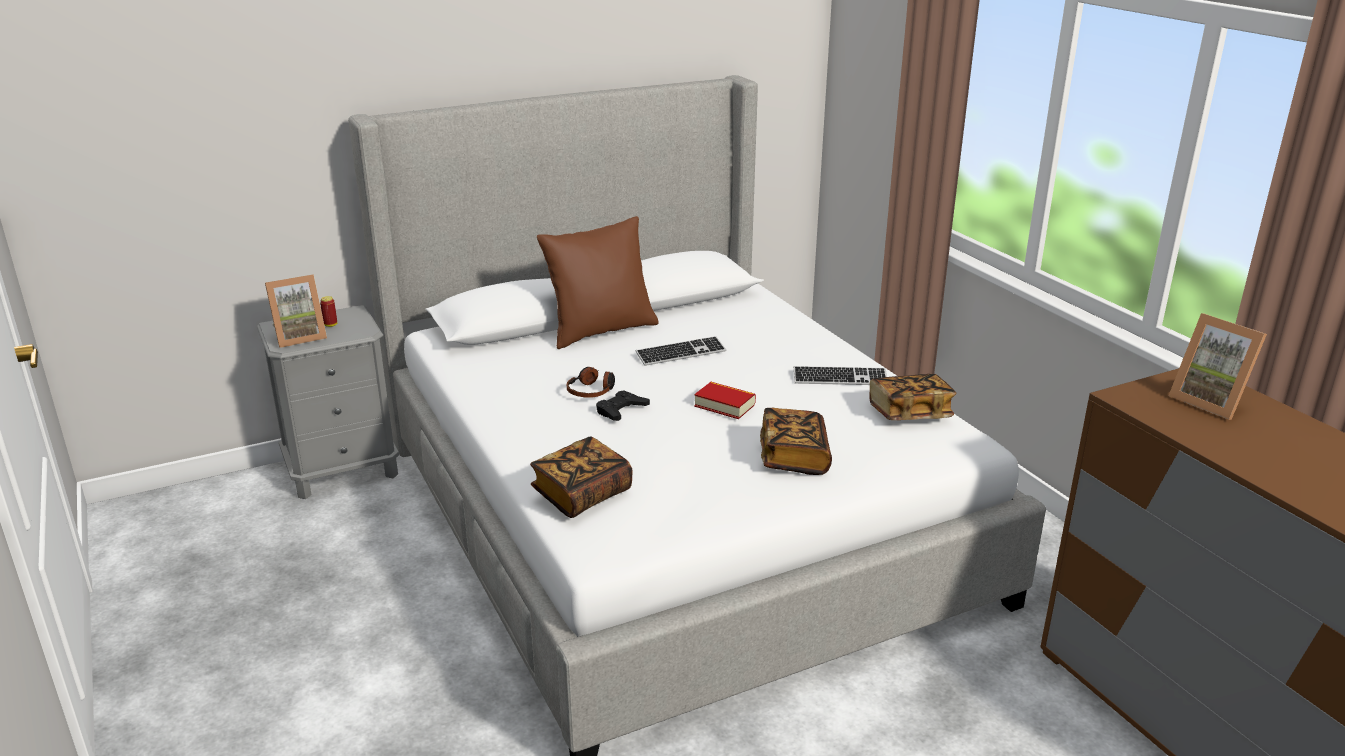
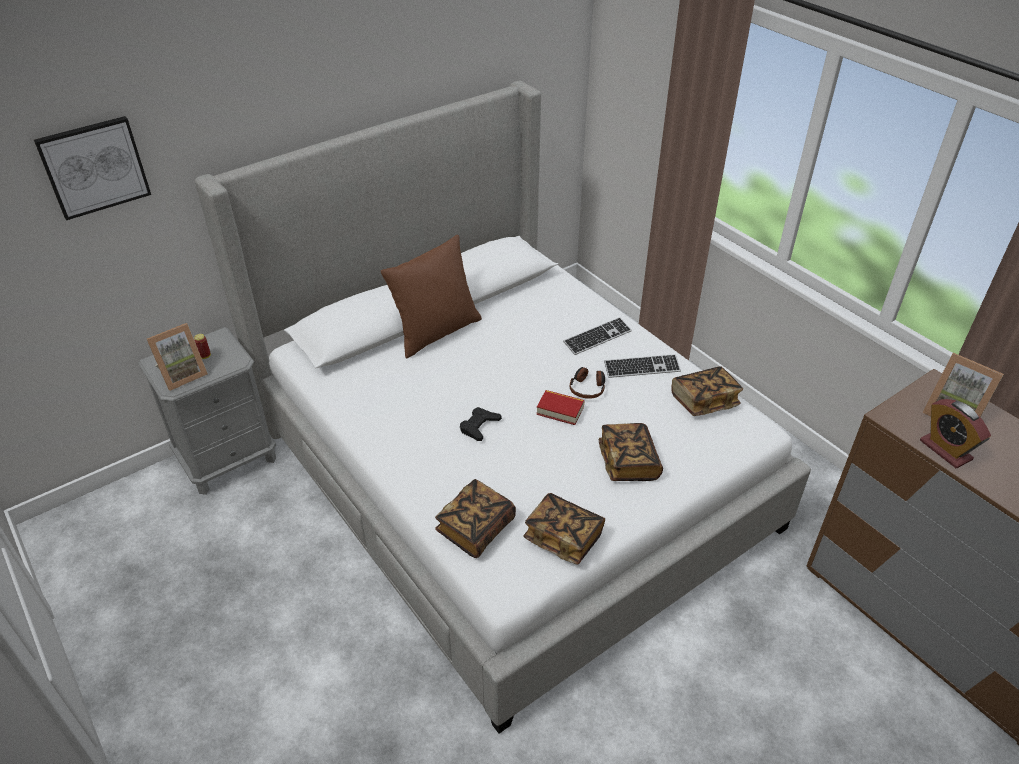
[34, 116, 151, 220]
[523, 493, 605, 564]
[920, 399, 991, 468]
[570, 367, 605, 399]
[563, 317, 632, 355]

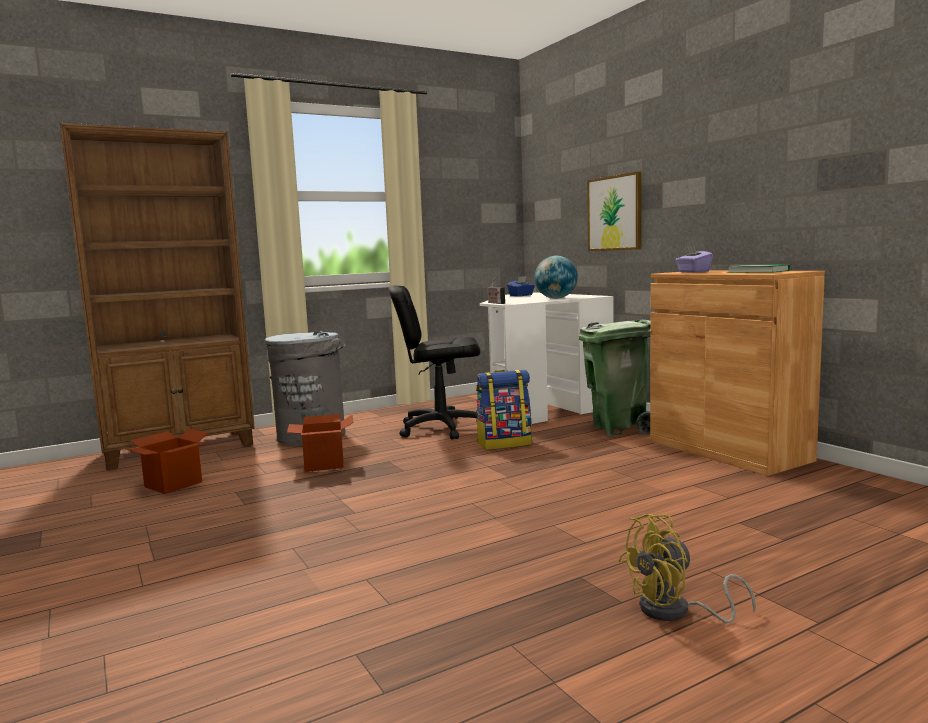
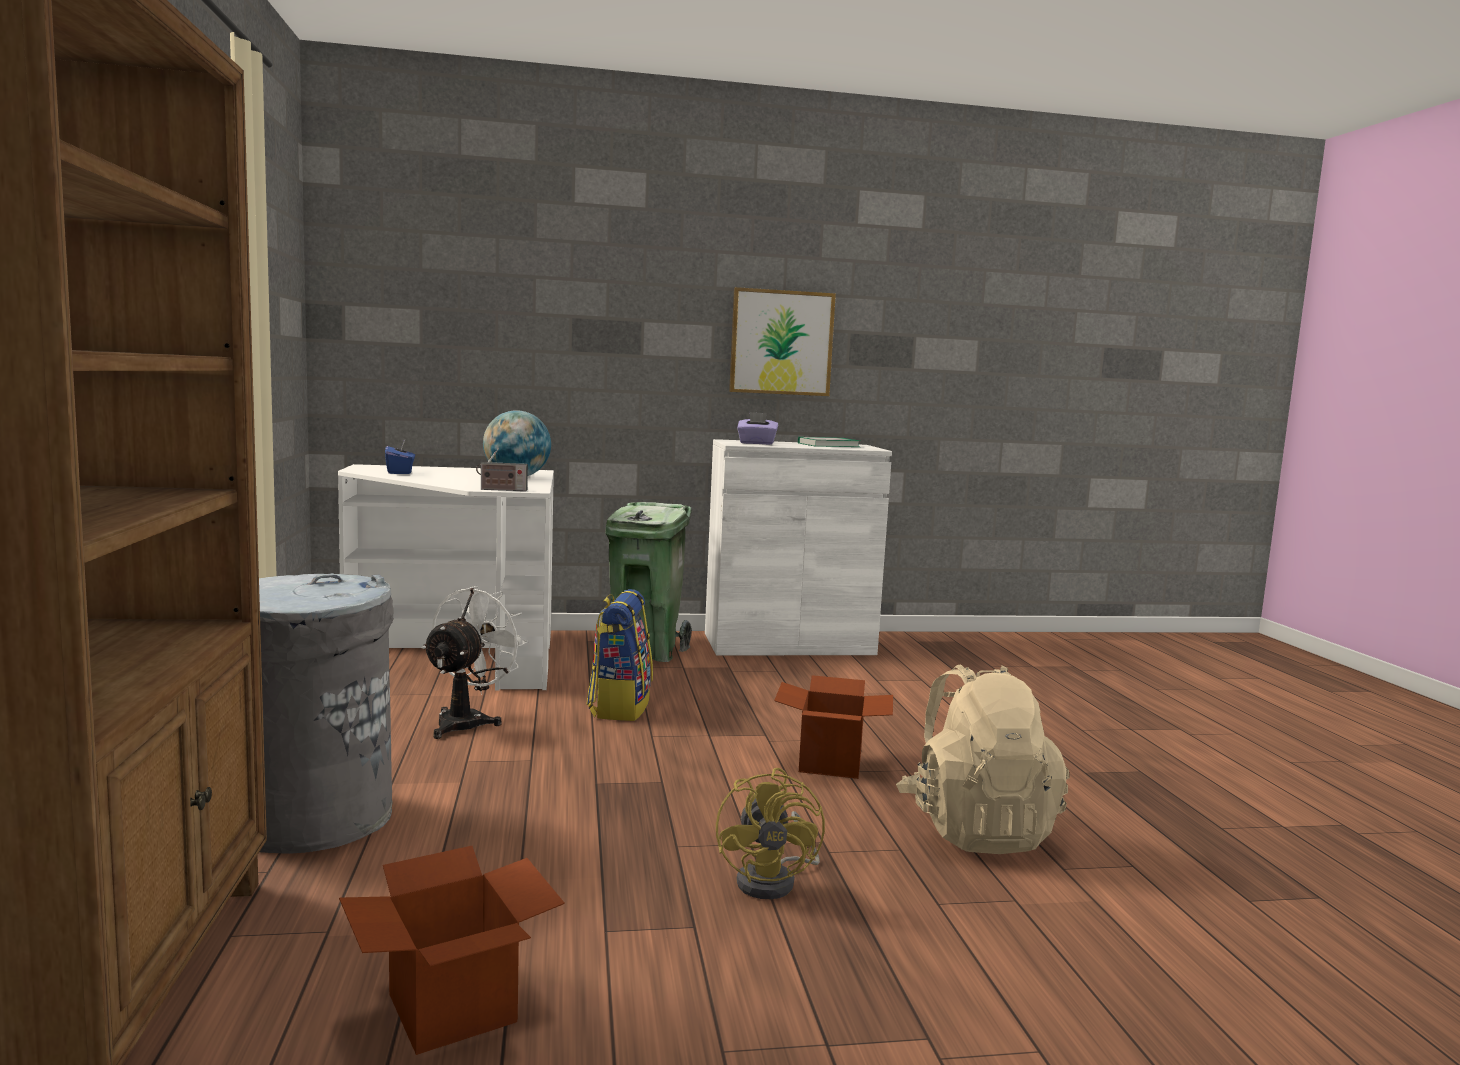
[896, 665, 1069, 854]
[774, 675, 893, 779]
[729, 287, 836, 396]
[716, 768, 825, 899]
[422, 586, 528, 739]
[705, 439, 892, 655]

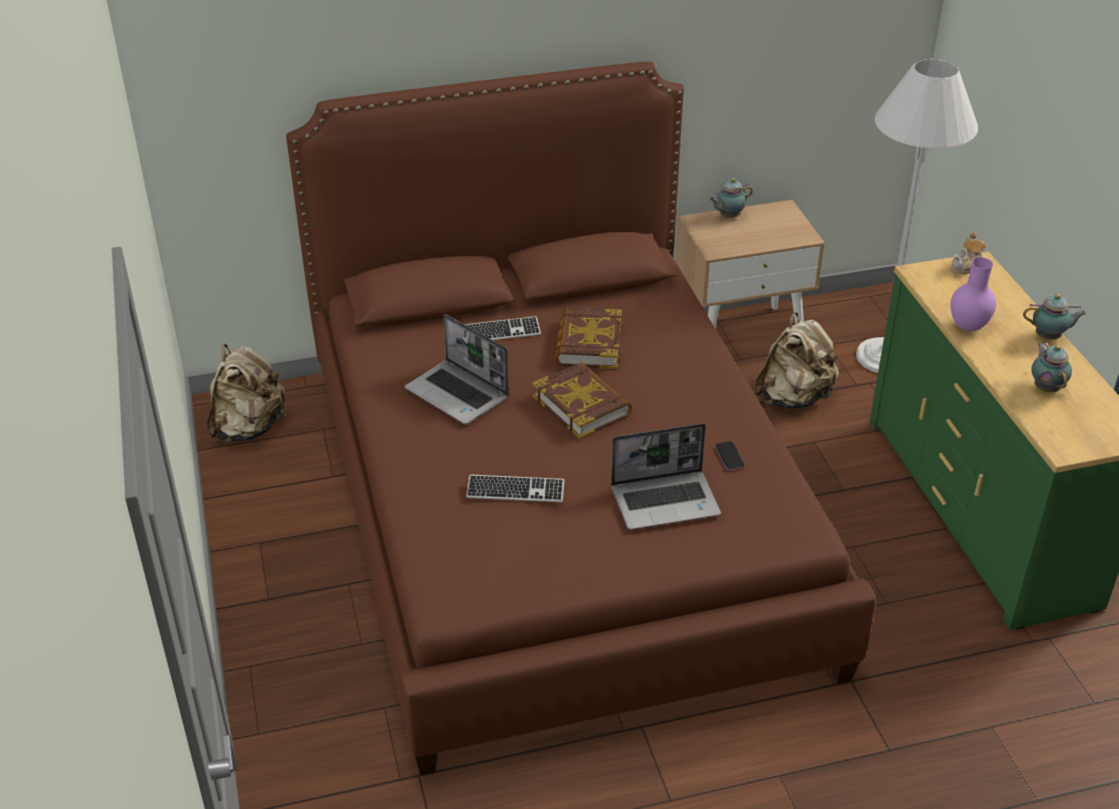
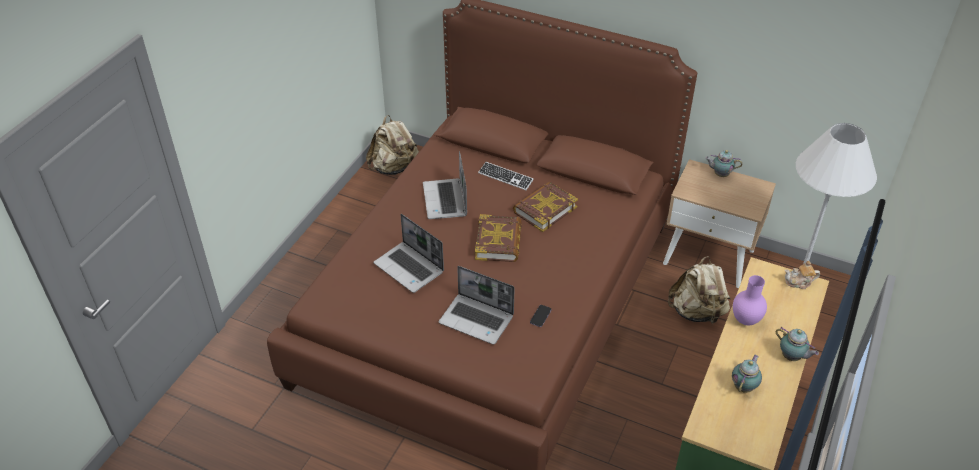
[373, 214, 444, 293]

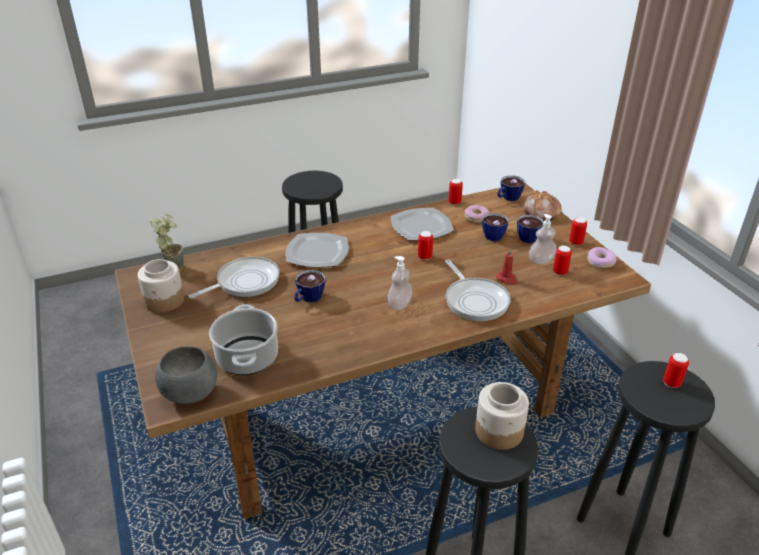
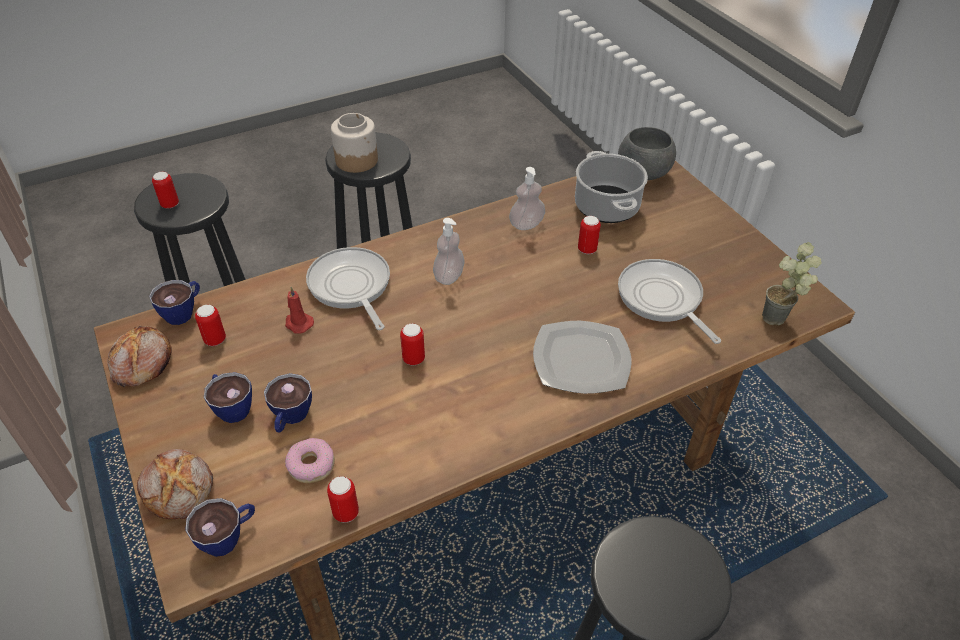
[138, 259, 184, 313] (first image)
[390, 208, 454, 240] (first image)
[149, 280, 200, 325]
[509, 167, 545, 230]
[578, 216, 601, 254]
[107, 325, 172, 388]
[618, 259, 721, 344]

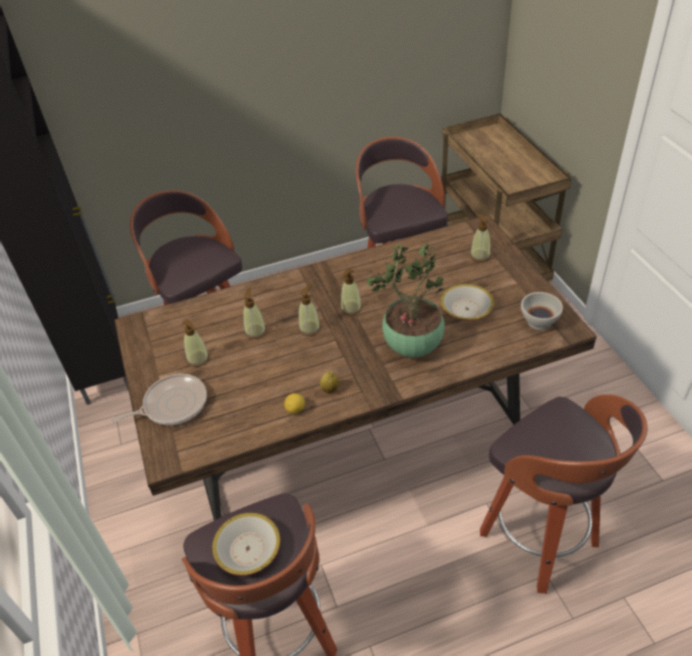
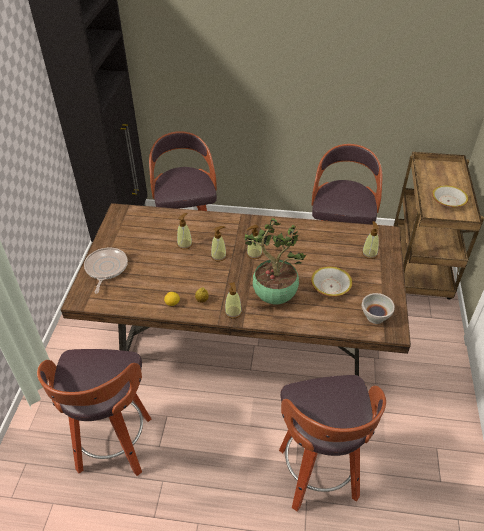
[225, 282, 242, 319]
[432, 185, 469, 208]
[84, 247, 128, 294]

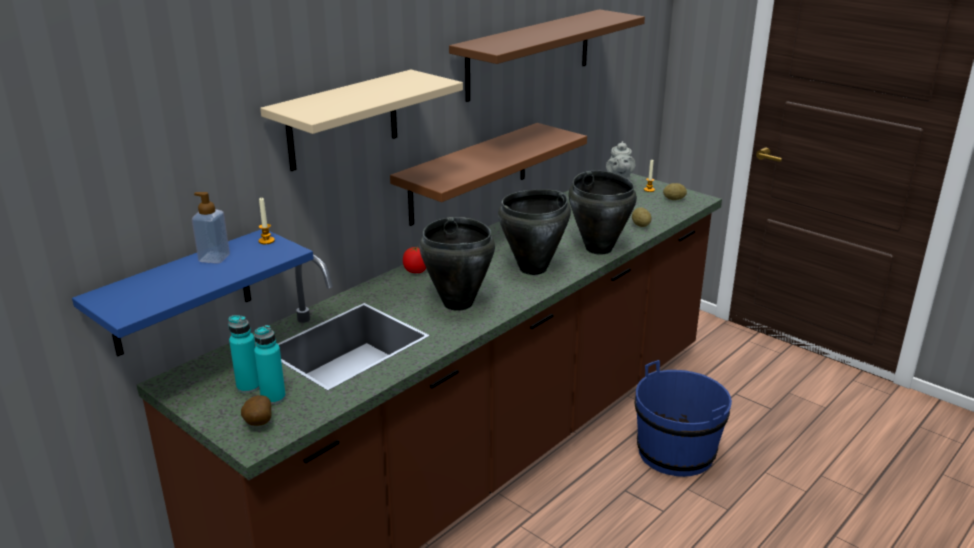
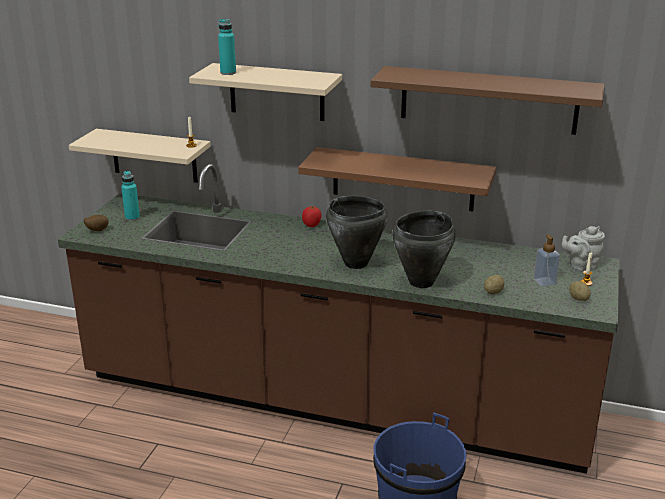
[419, 217, 495, 311] (first image)
[534, 234, 560, 286]
[218, 19, 236, 75]
[69, 129, 211, 183]

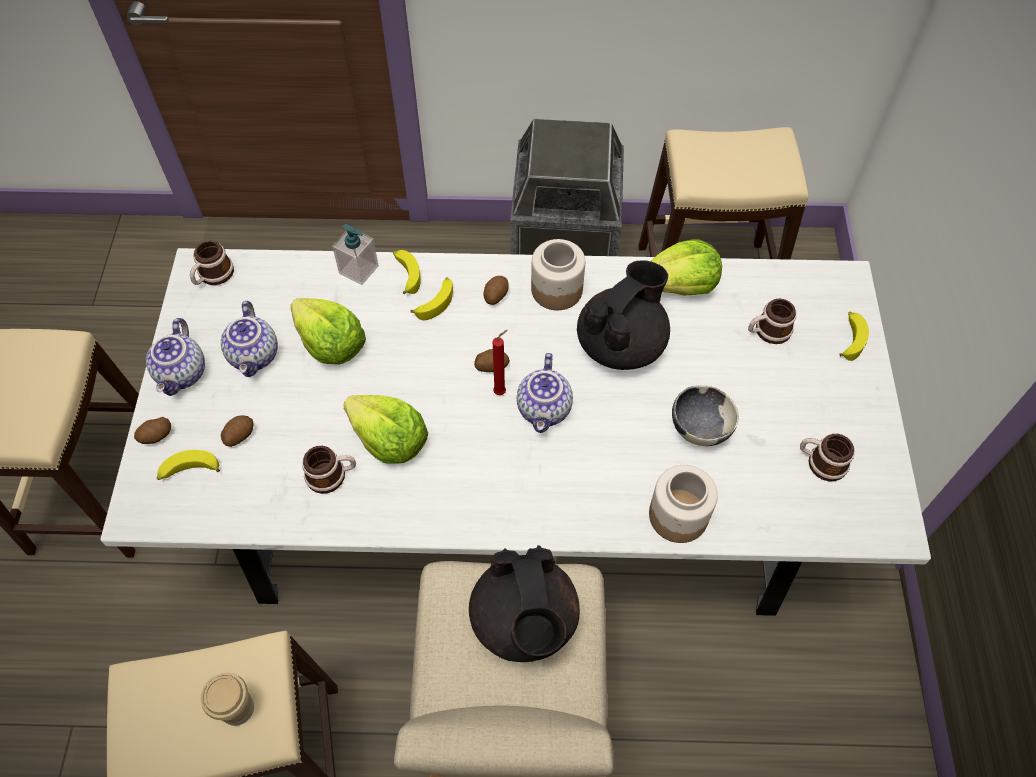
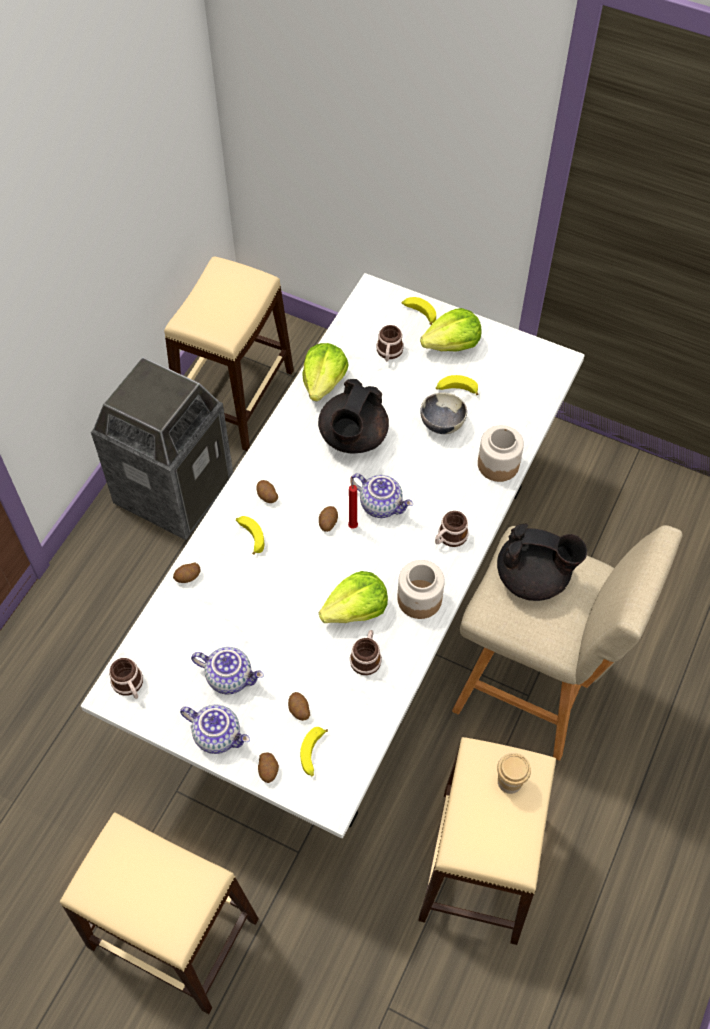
[420, 308, 481, 352]
[436, 375, 478, 395]
[397, 560, 445, 619]
[435, 511, 469, 547]
[173, 562, 201, 583]
[318, 379, 389, 454]

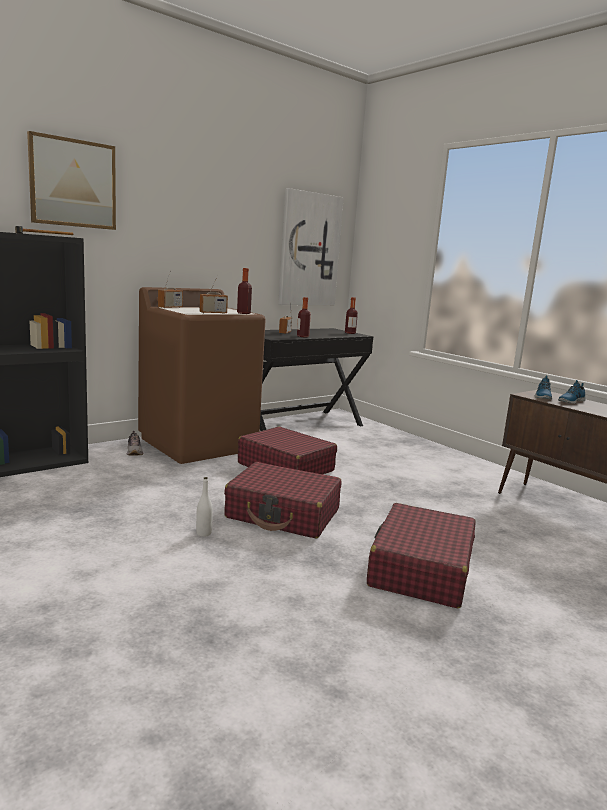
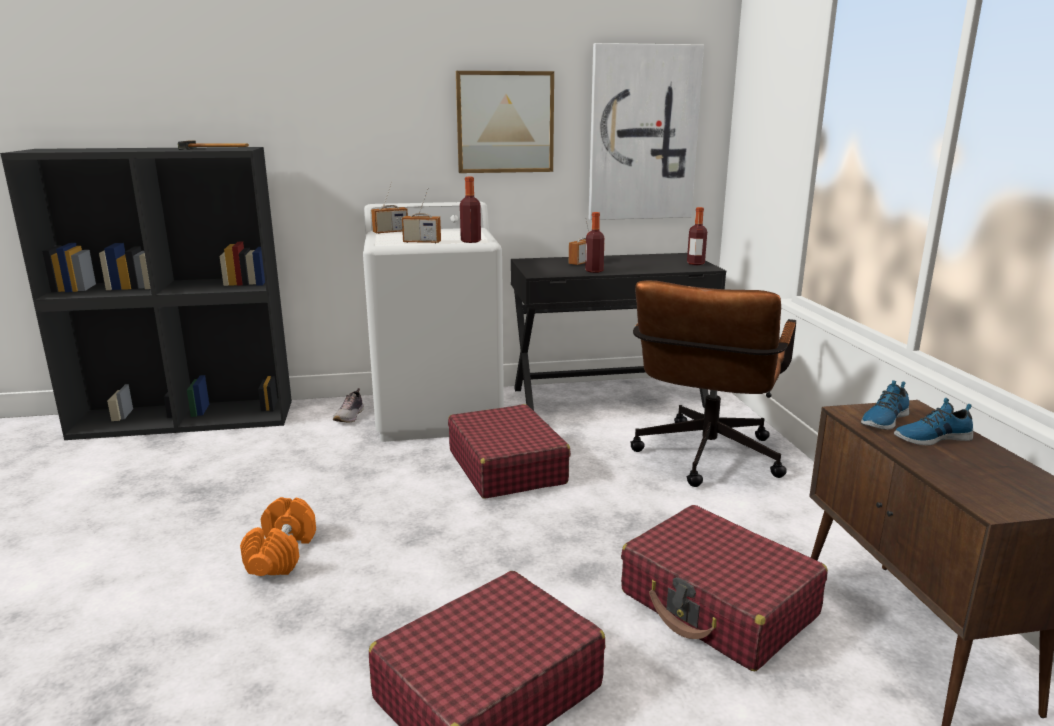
[630, 280, 796, 487]
[456, 71, 554, 173]
[621, 505, 828, 671]
[240, 497, 316, 576]
[363, 202, 504, 442]

